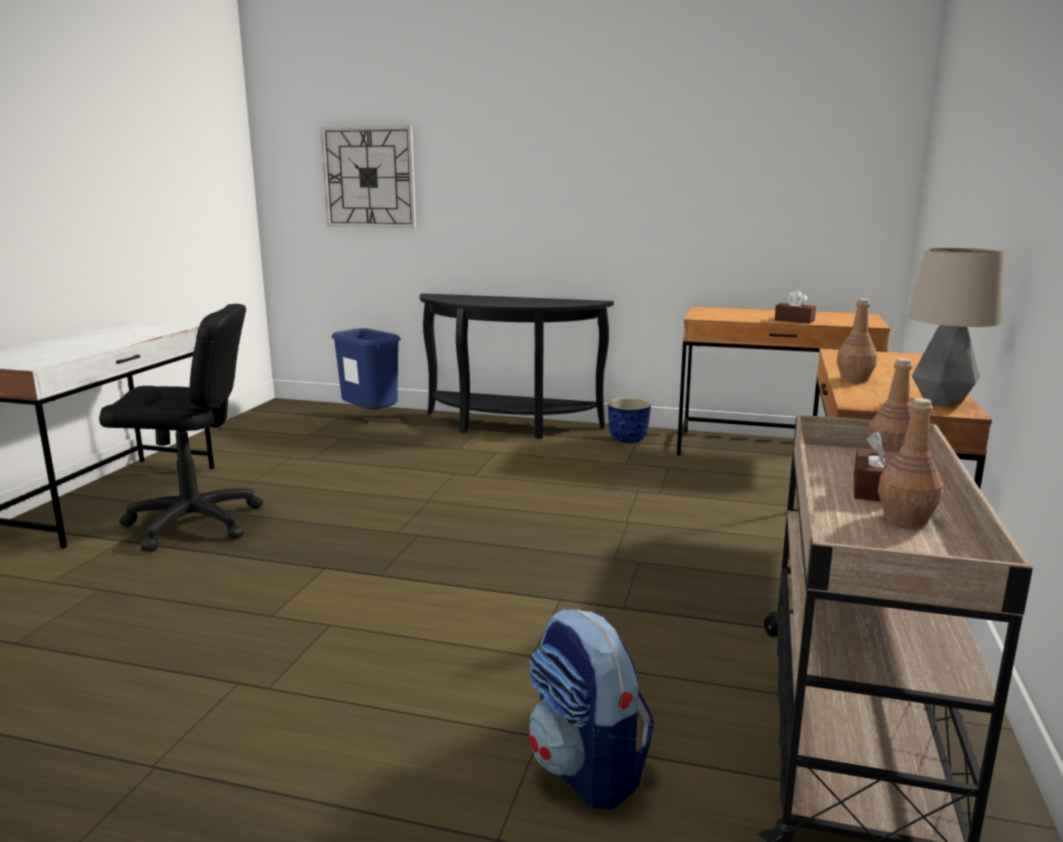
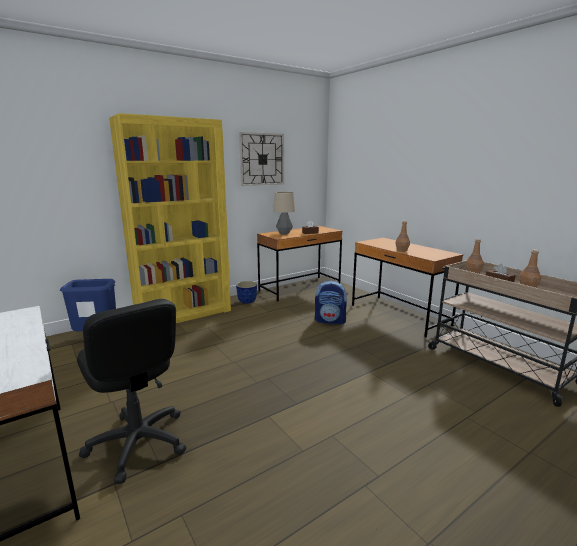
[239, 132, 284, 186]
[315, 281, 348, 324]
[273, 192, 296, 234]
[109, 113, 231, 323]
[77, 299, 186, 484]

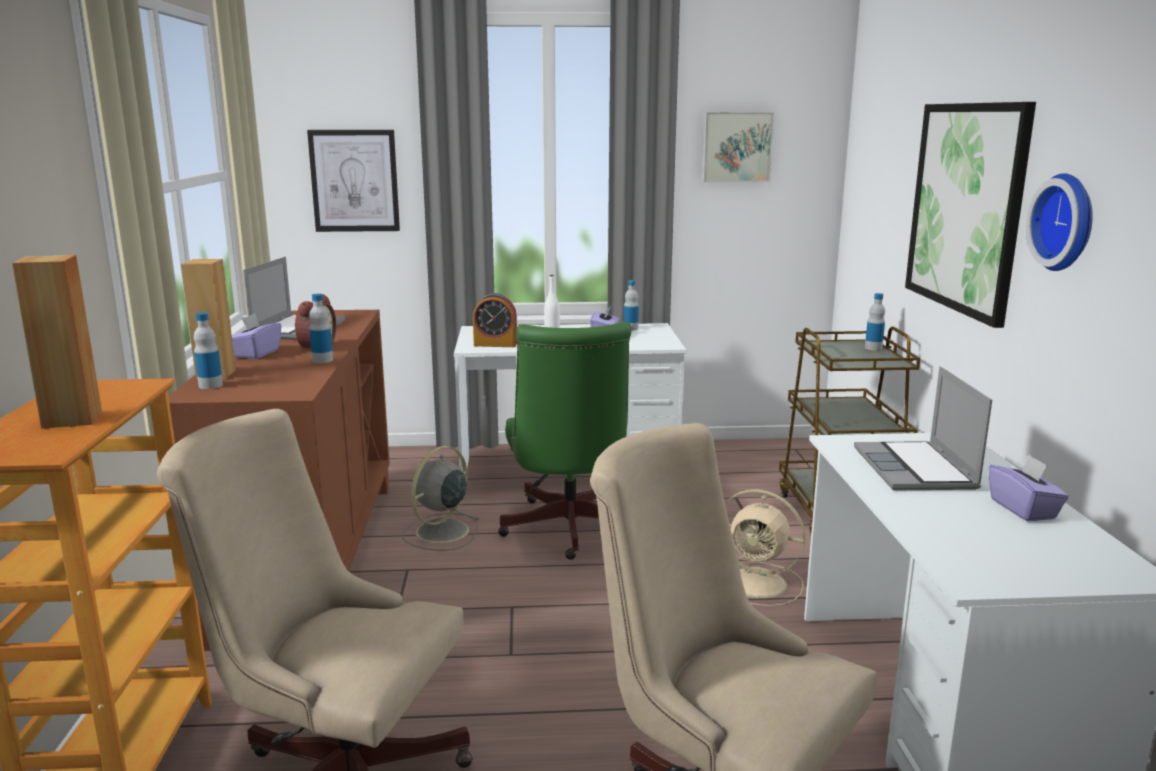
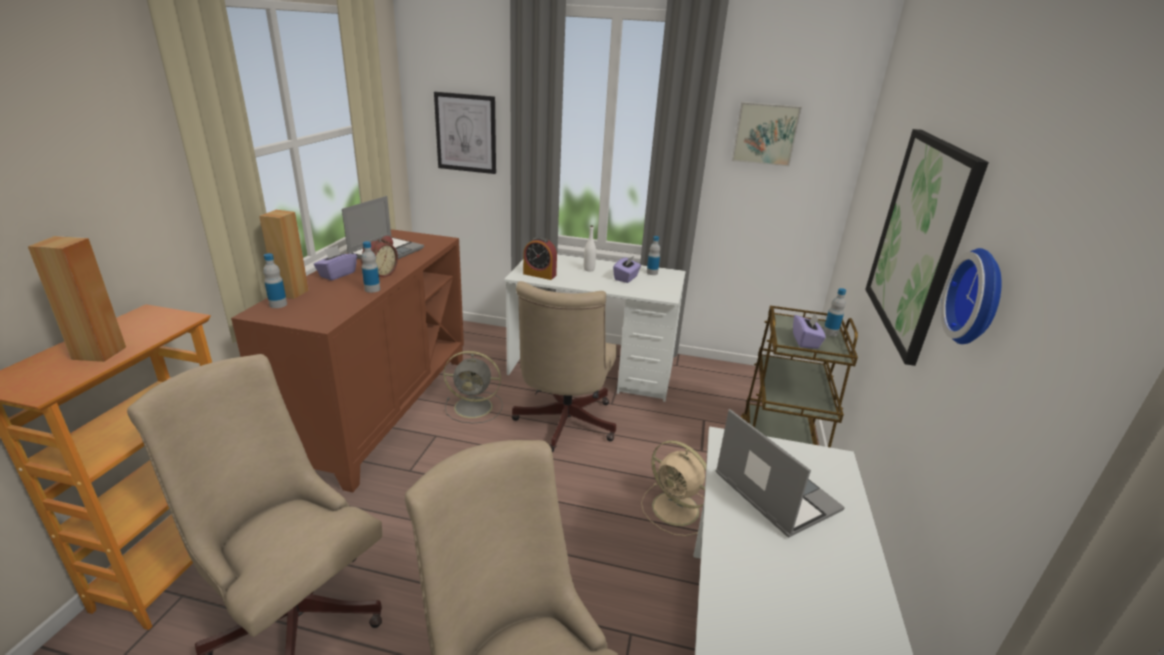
[793, 313, 826, 349]
[512, 281, 617, 452]
[443, 351, 503, 423]
[716, 409, 845, 537]

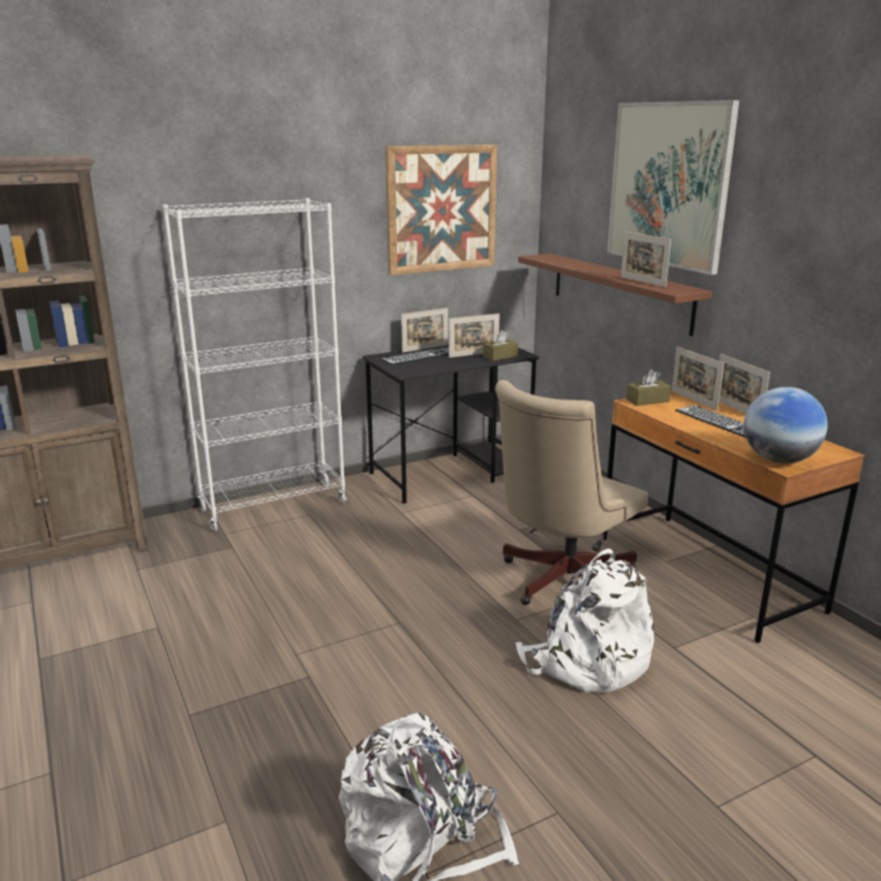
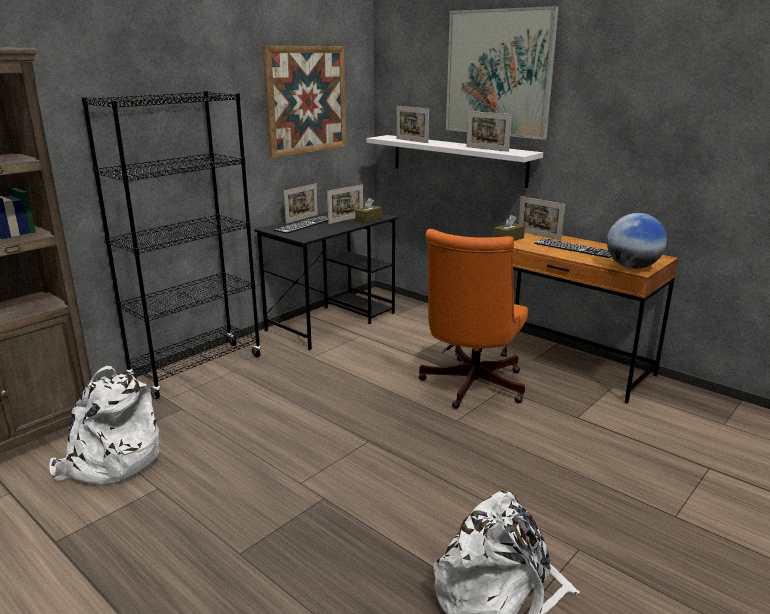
[49, 366, 159, 486]
[396, 106, 429, 143]
[81, 91, 261, 399]
[419, 229, 528, 409]
[366, 135, 543, 188]

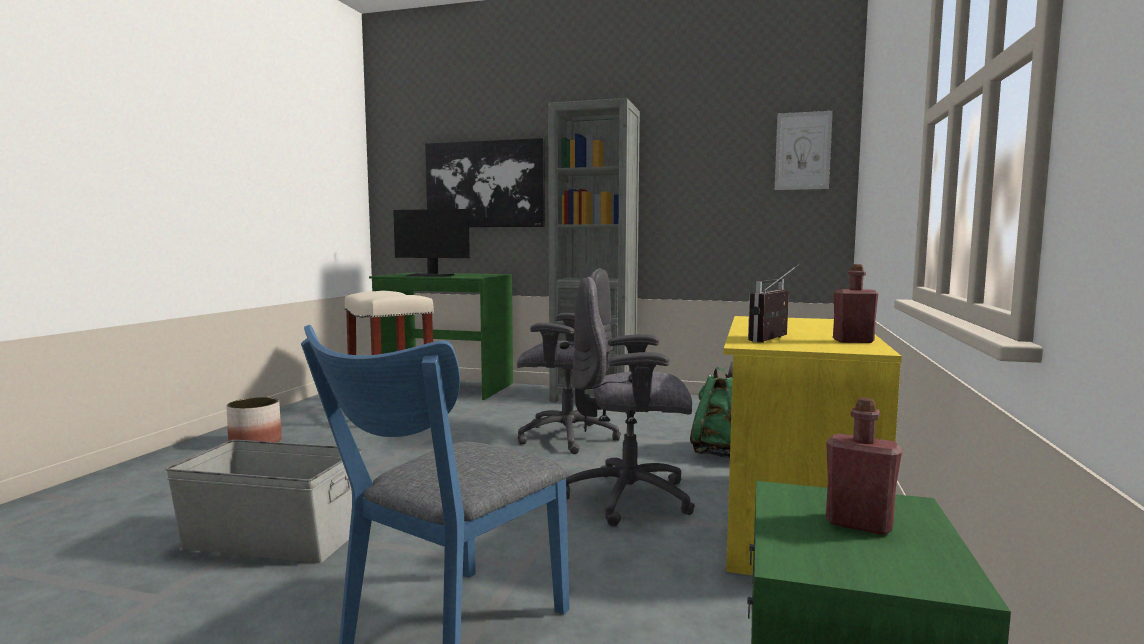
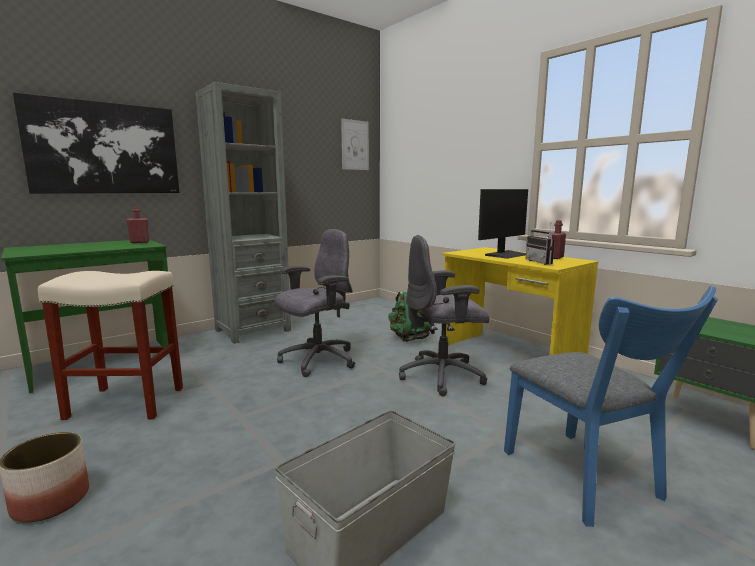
[478, 189, 528, 259]
[126, 206, 149, 243]
[399, 235, 489, 396]

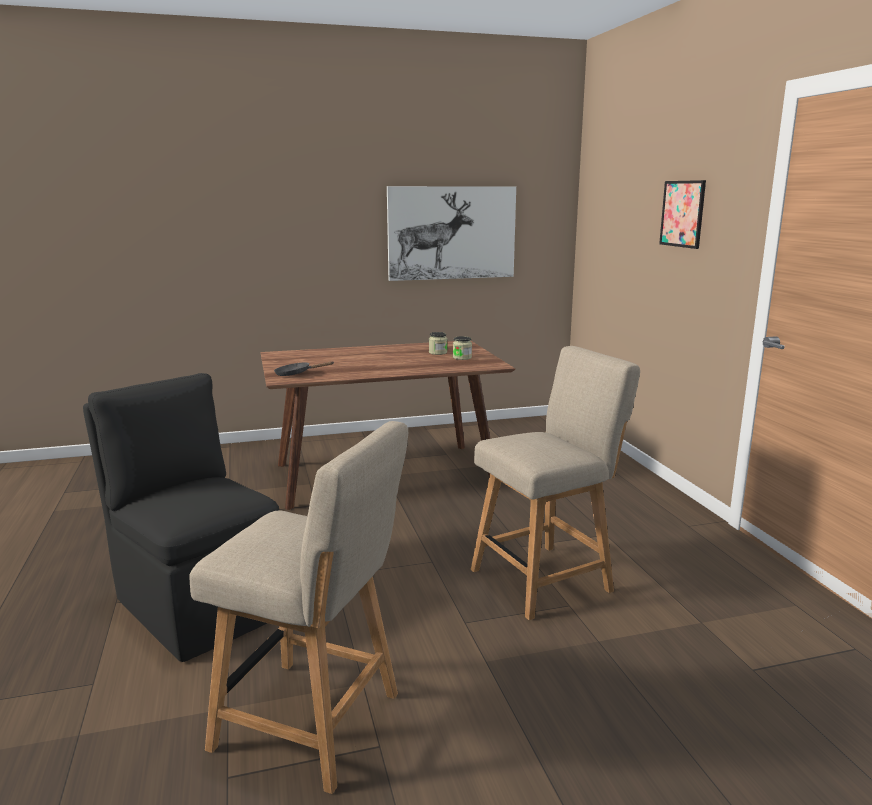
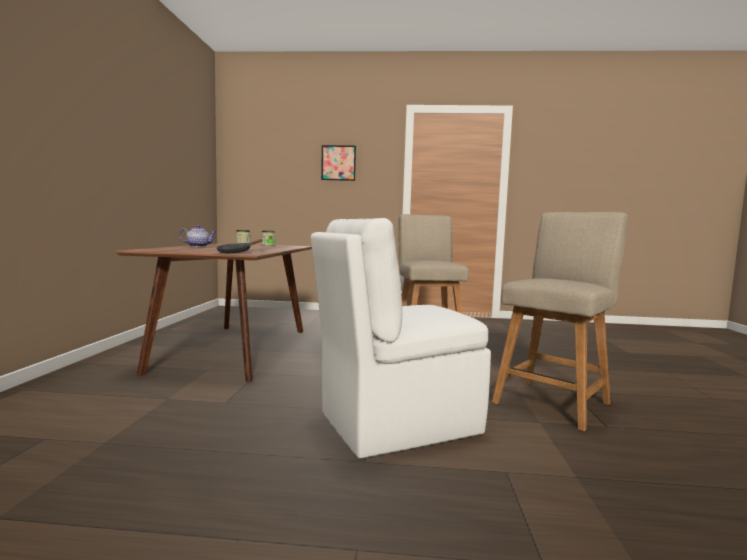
[387, 186, 516, 281] (first image)
[179, 225, 217, 247]
[311, 218, 491, 459]

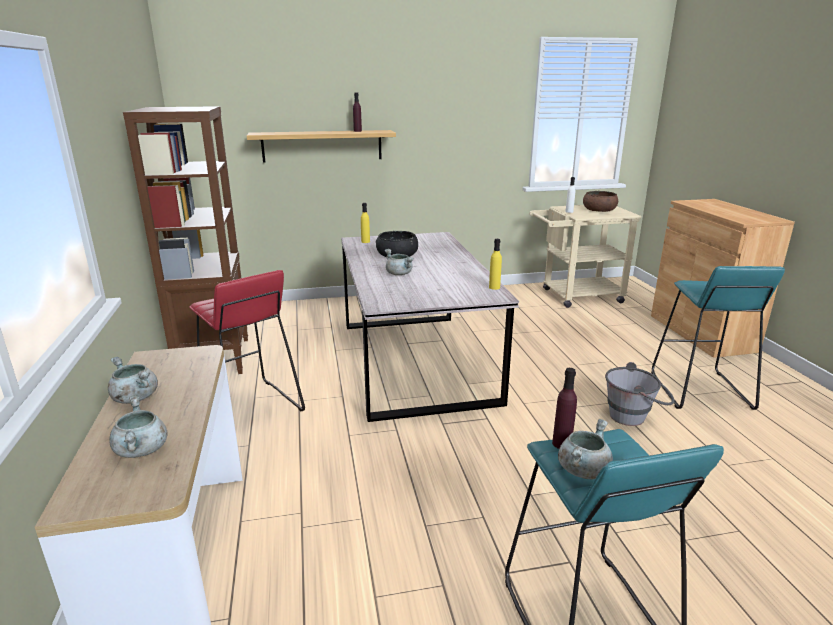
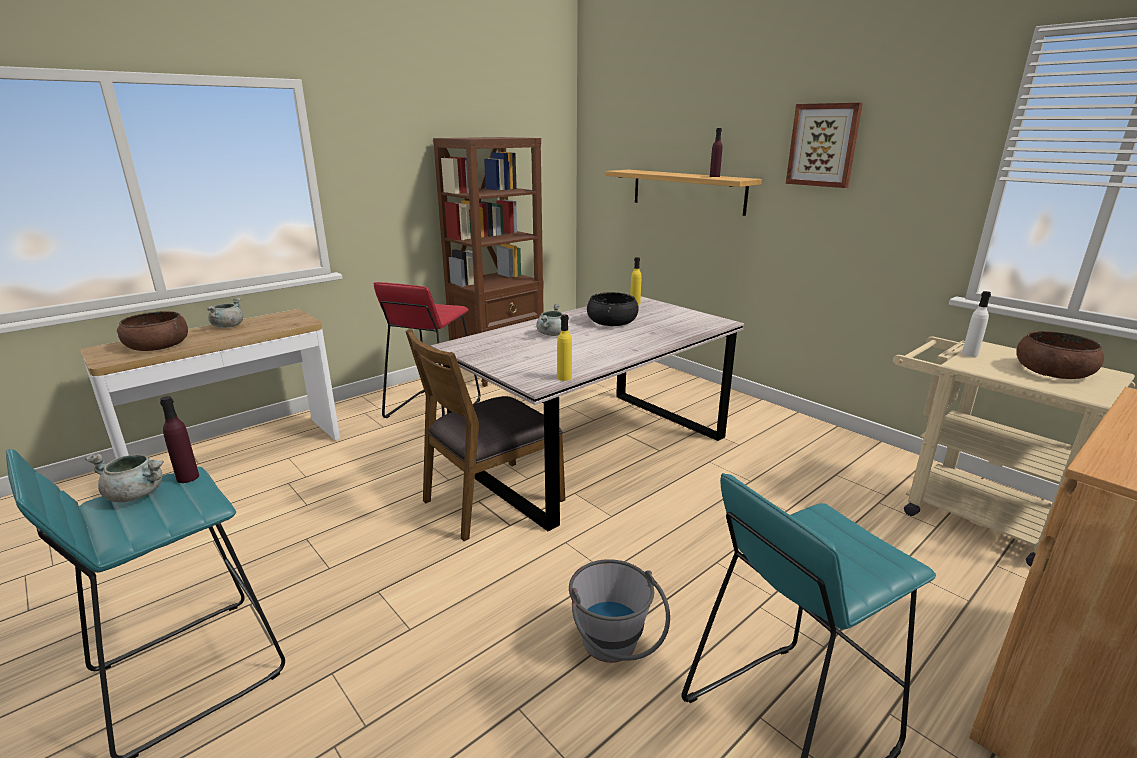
[405, 329, 565, 541]
[786, 103, 863, 188]
[117, 311, 188, 351]

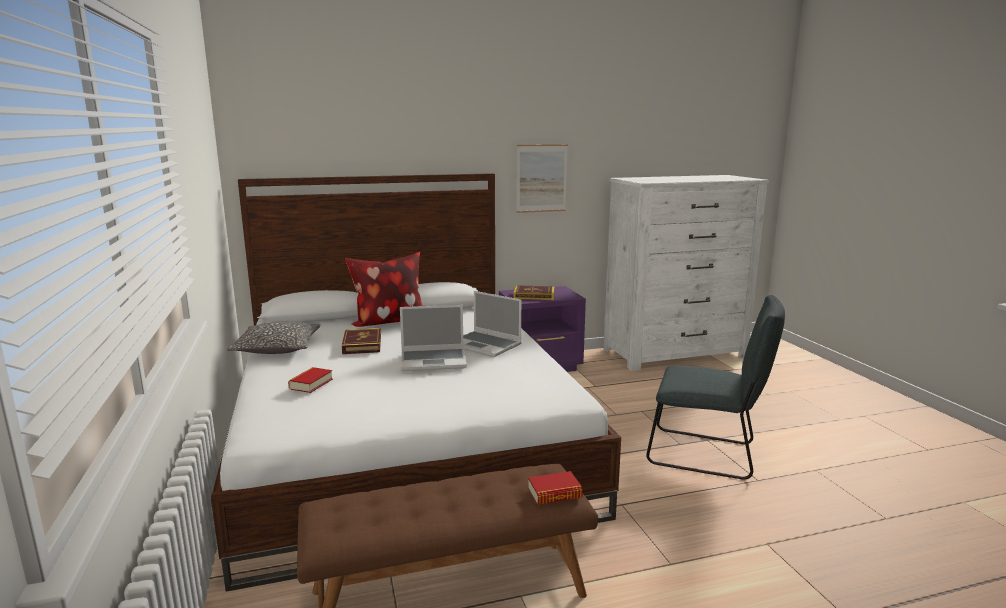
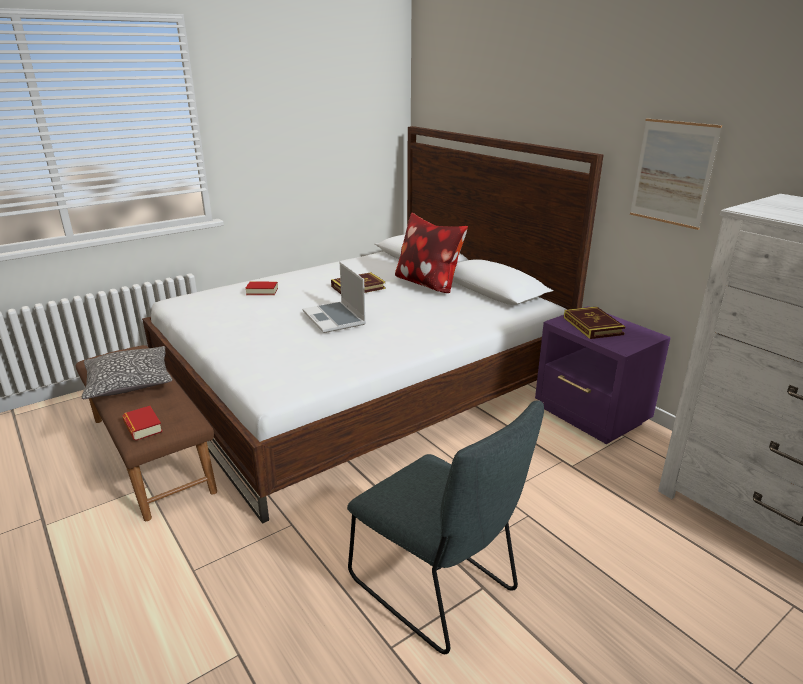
[463, 291, 522, 357] (first image)
[82, 346, 172, 399]
[347, 401, 544, 654]

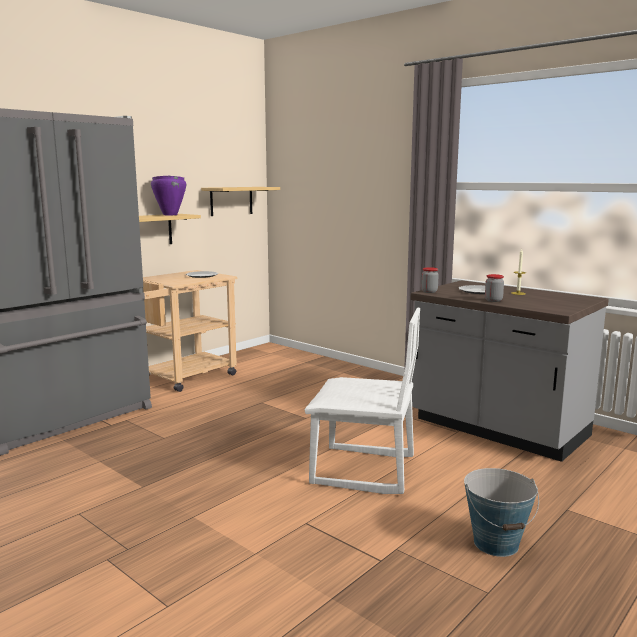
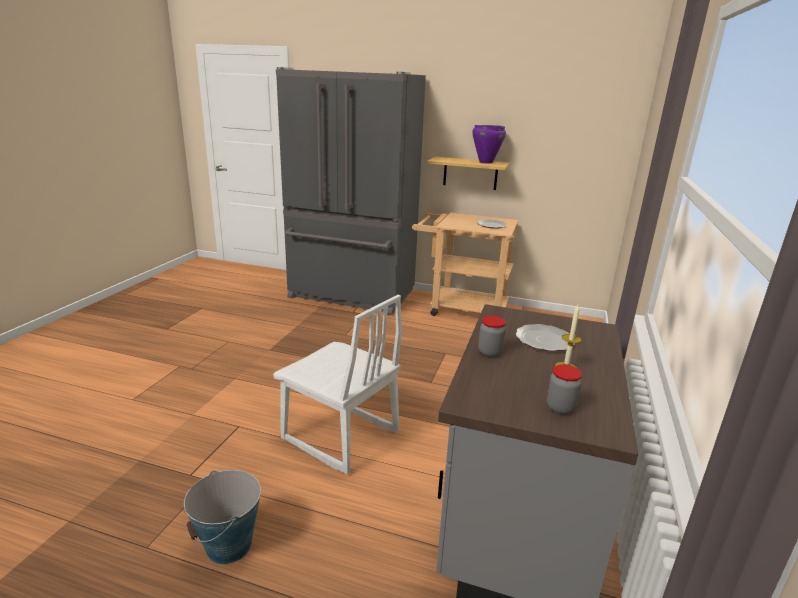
[201, 187, 280, 216] (first image)
[547, 365, 582, 414]
[273, 294, 402, 474]

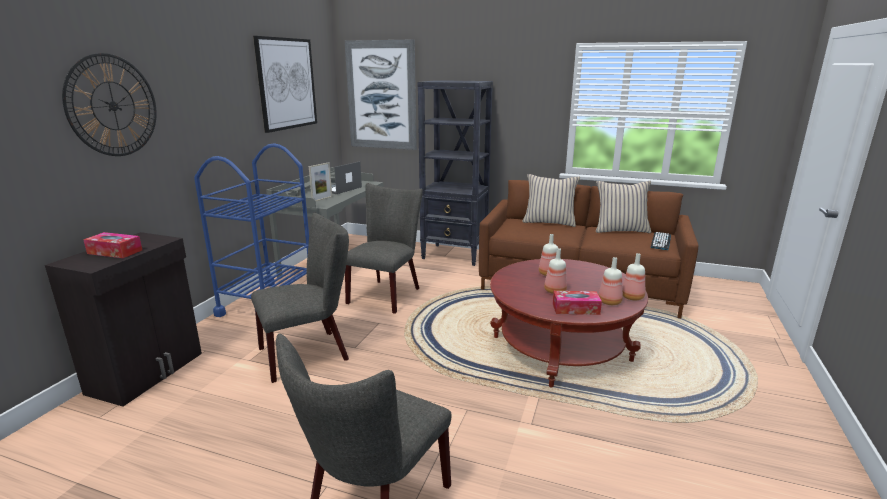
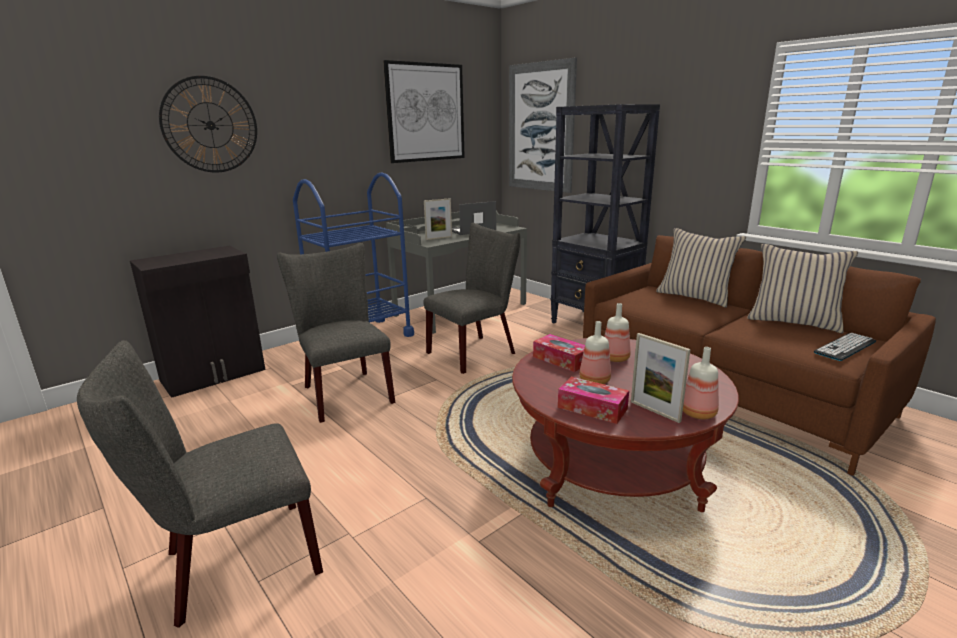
[533, 334, 585, 372]
[631, 333, 691, 423]
[277, 243, 395, 423]

